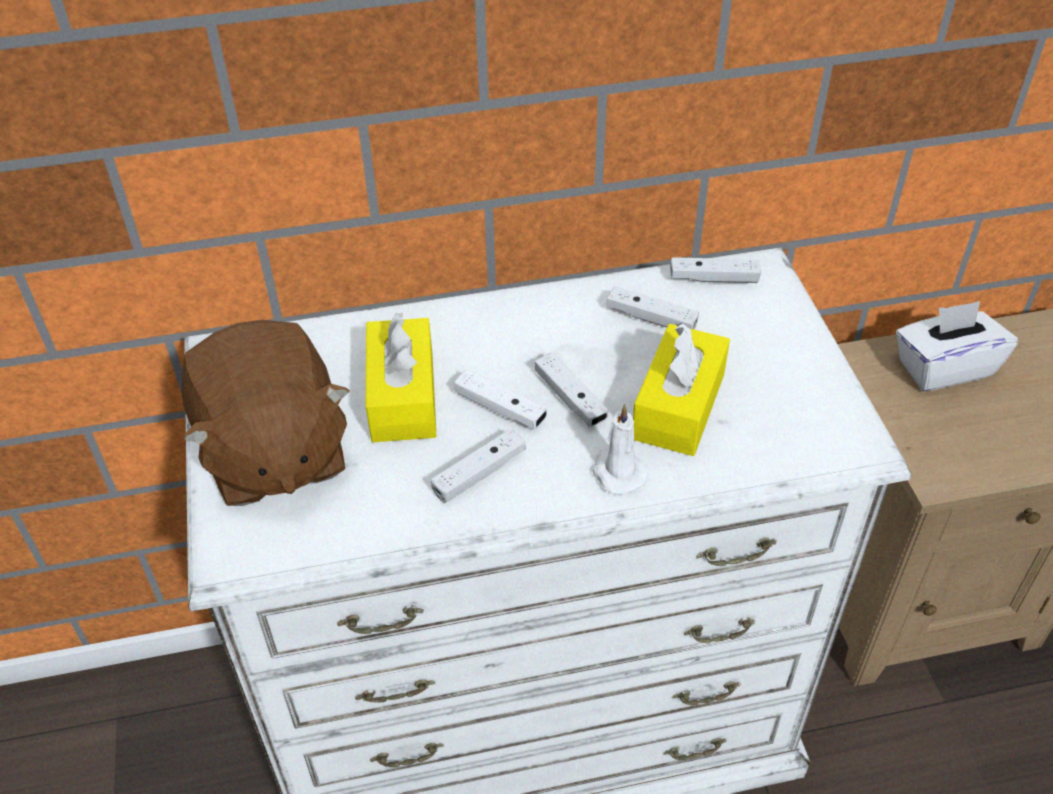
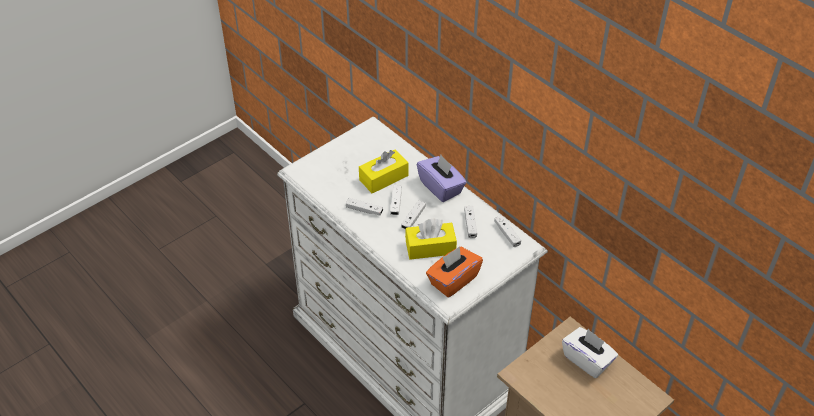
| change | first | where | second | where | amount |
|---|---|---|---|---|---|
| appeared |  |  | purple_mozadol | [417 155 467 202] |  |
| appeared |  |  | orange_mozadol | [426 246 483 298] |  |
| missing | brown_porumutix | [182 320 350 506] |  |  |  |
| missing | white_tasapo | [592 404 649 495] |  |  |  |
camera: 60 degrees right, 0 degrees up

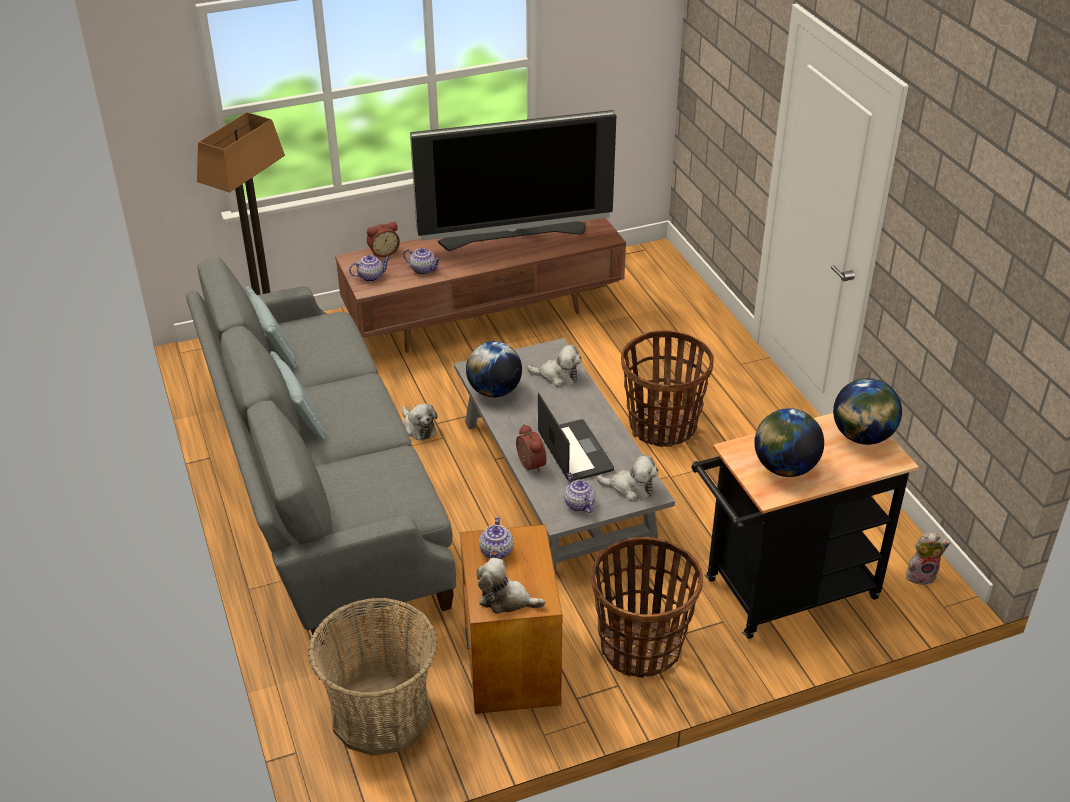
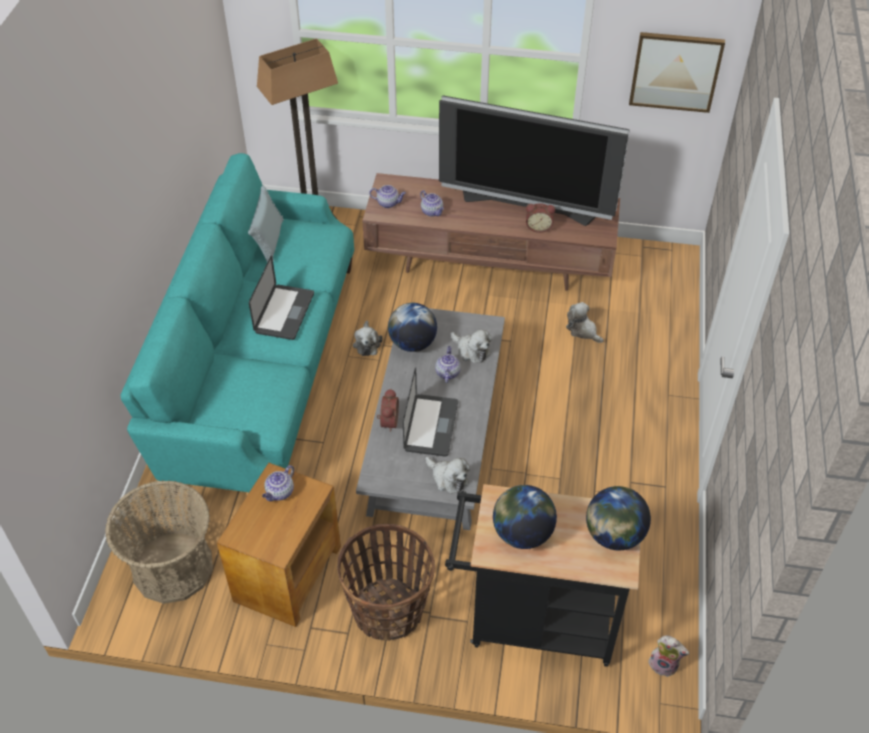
| change | first | where | second | where | amount |
|---|---|---|---|---|---|
| colour | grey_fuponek | [186 257 456 645] | turquoise_fuponek | [120 153 354 493] |  |
| appeared |  |  | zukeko | [249 255 314 340] |  |
| relocated | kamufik | [564 472 596 513] |  | [435 346 461 383] |  |
| relocated | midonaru | [367 222 400 257] |  | [526 203 555 233] |  |
| relocated | porumutix | [477 558 545 614] |  | [566 302 604 343] |  |
| appeared |  |  | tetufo | [629 32 725 113] |  |
| missing | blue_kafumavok | [270 351 327 441] |  |  |  |
| missing | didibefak | [621 330 714 447] |  |  |  |
camera: 30 degrees right, 10 degrees up

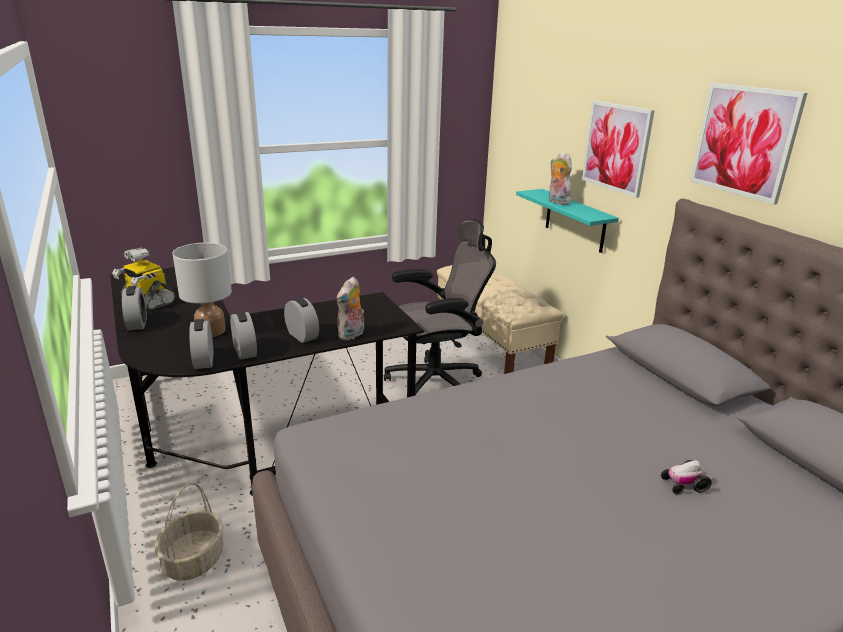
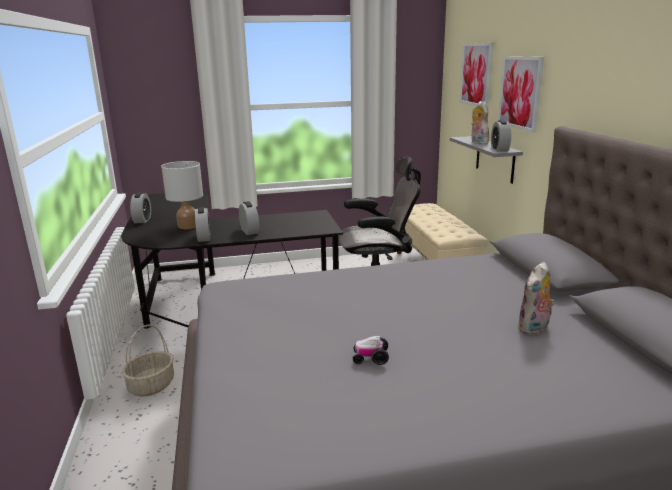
| change | first | where | second | where | amount |
|---|---|---|---|---|---|
| relocated | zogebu | [661 460 712 494] |  | [353 336 389 365] |  |
| colour | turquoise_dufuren | [516 189 619 253] | grey_dufuren | [450 136 523 184] |  |
| relocated | tetufo | [690 83 808 204] |  | [460 43 493 106] |  |
| relocated | midonaru | [189 319 214 369] |  | [491 120 511 152] |  |
| relocated | porumutix | [337 277 364 340] |  | [518 262 555 335] |  |
| missing | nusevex | [112 247 176 310] |  |  |  |
camera: 15 degrees right, 5 degrees down

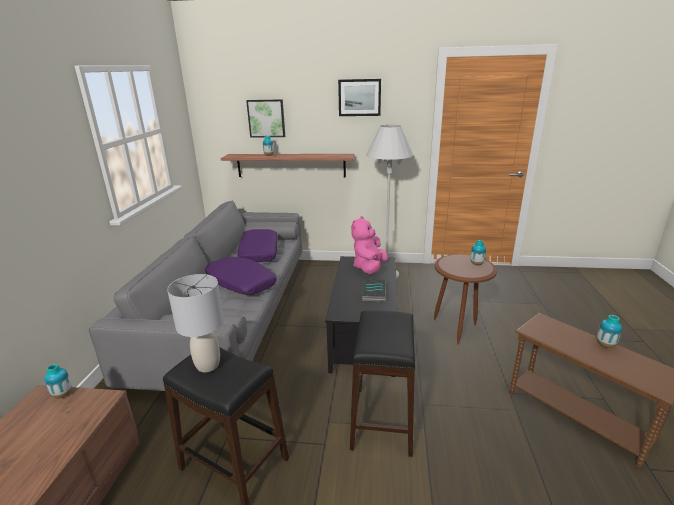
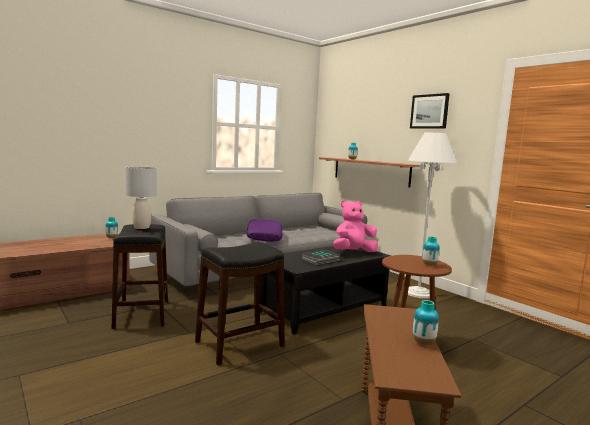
| change | first | where | second | where | amount |
|---|---|---|---|---|---|
| missing | purple_kafumavok | [237 229 278 262] |  |  |  |
| missing | tetufo | [246 99 285 137] |  |  |  |
camera: 45 degrees right, 15 degrees down

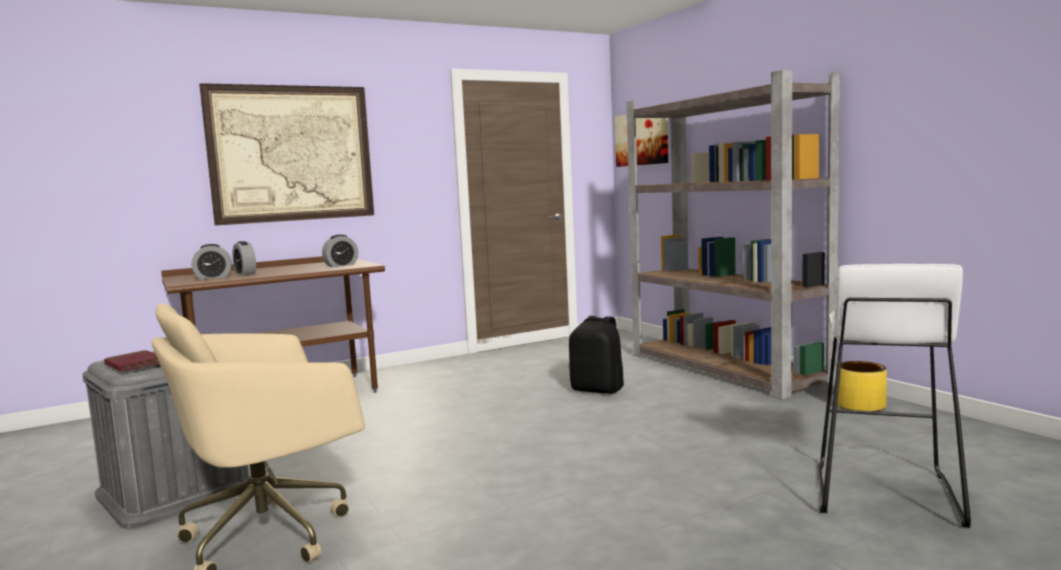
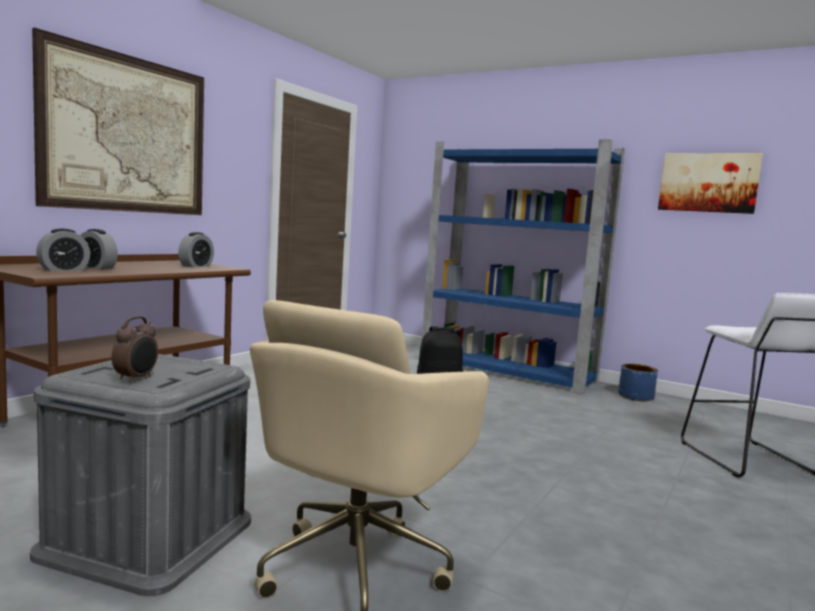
| change | first | where | second | where | amount |
|---|---|---|---|---|---|
| exchanged | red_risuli | [104 350 160 372] | midonaru | [111 316 158 383] |  |
| colour | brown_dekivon | [626 70 840 400] | blue_dekivon | [422 139 625 394] |  |
| colour | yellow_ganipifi | [836 361 887 412] | blue_ganipifi | [618 364 658 401] |  |
| relocated | tetufo | [615 115 668 167] |  | [658 153 763 214] |  |
camera: 30 degrees left, 0 degrees up

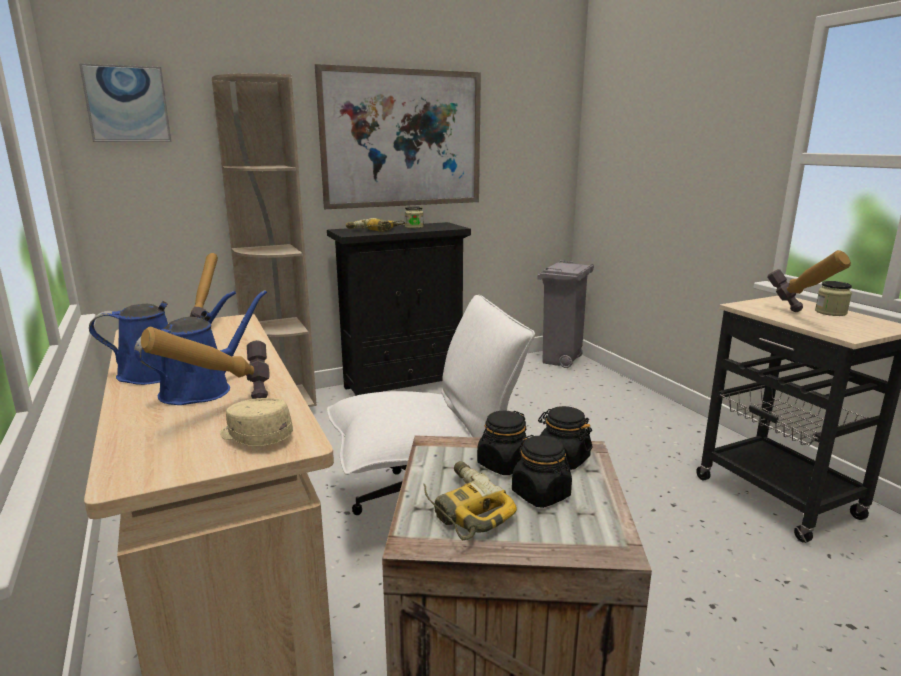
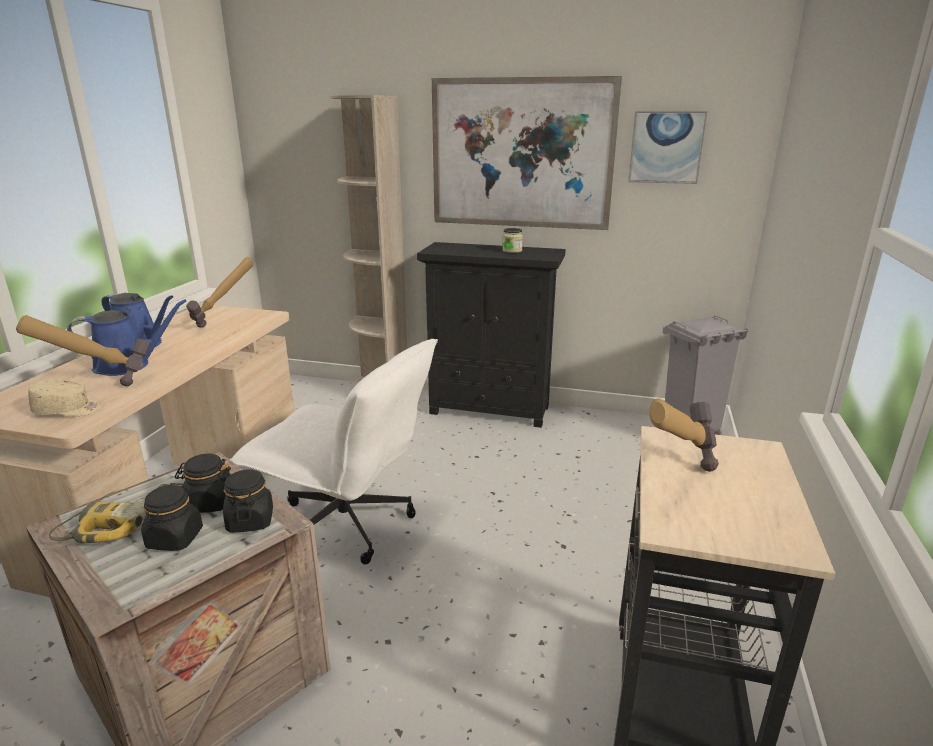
| change | first | where | second | where | amount |
|---|---|---|---|---|---|
| spun | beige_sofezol | [220 398 293 446] |  | [28 379 101 416] | 105 degrees clockwise |
| relocated | tetufo | [79 63 172 142] |  | [628 111 707 184] |  |
| missing | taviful | [346 218 405 232] |  |  |  |
| missing | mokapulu | [815 281 852 316] |  |  |  |
camera: 40 degrees right, 5 degrees up

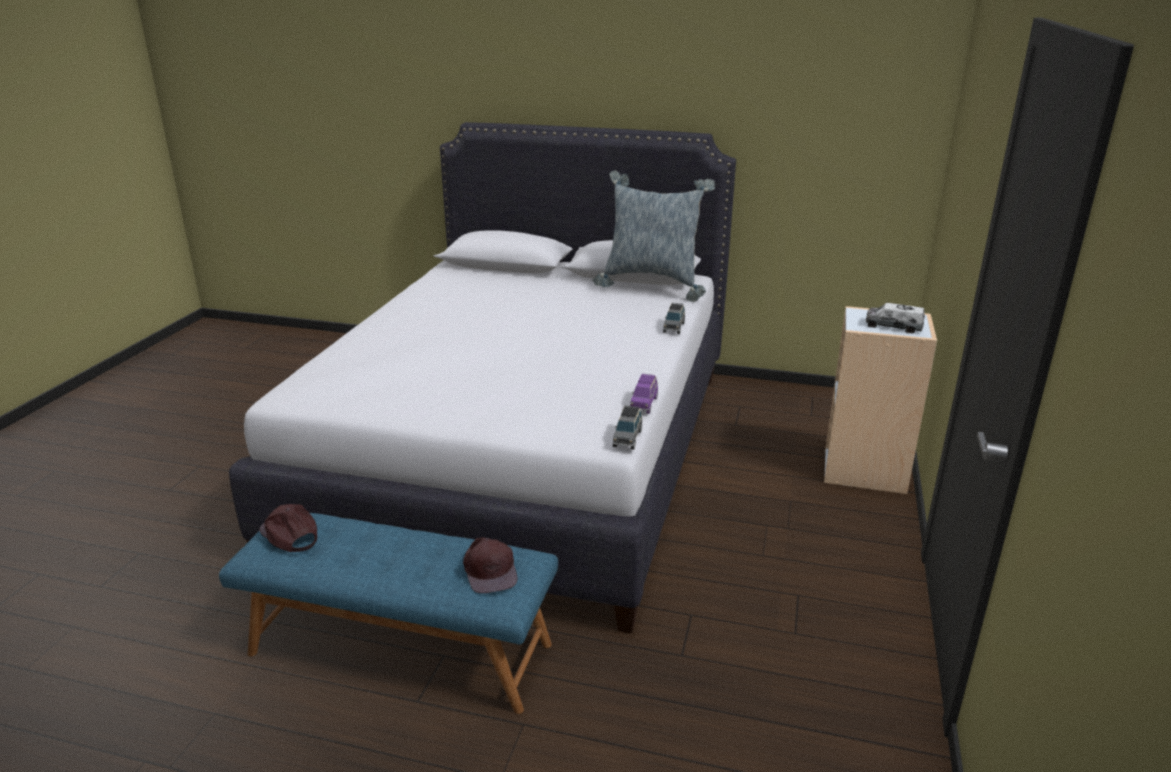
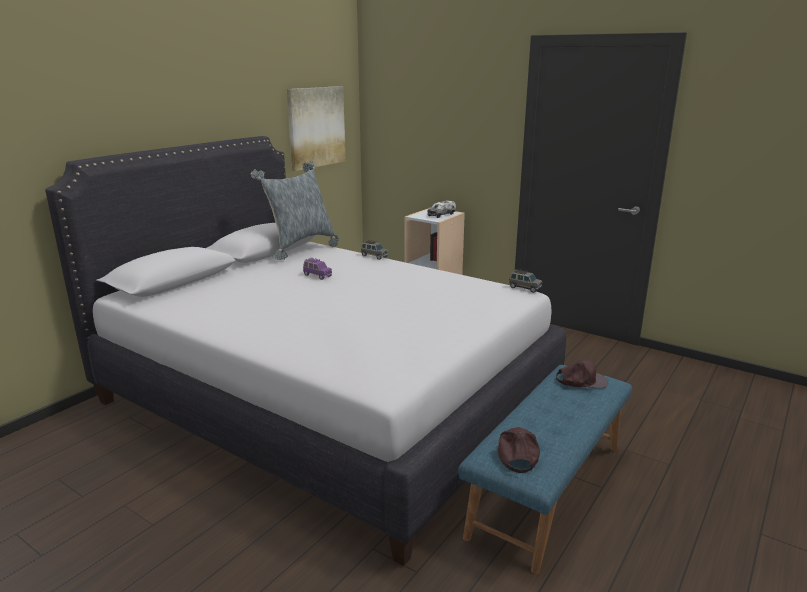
| change | first | where | second | where | amount |
|---|---|---|---|---|---|
| appeared |  |  | tetufo | [287 86 346 171] |  |
| relocated | purple_zogebu | [630 374 658 414] |  | [303 258 332 280] |  |
| spun | brown_sofezol | [259 504 317 552] |  | [498 427 540 473] | 120 degrees clockwise |
camera: 70 degrees left, 5 degrees down

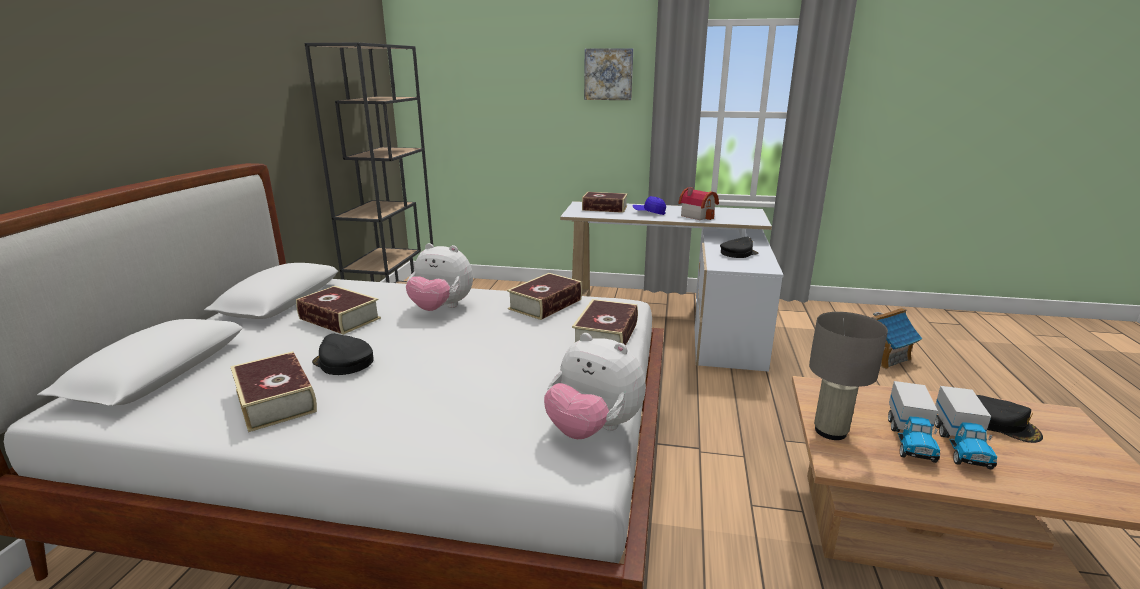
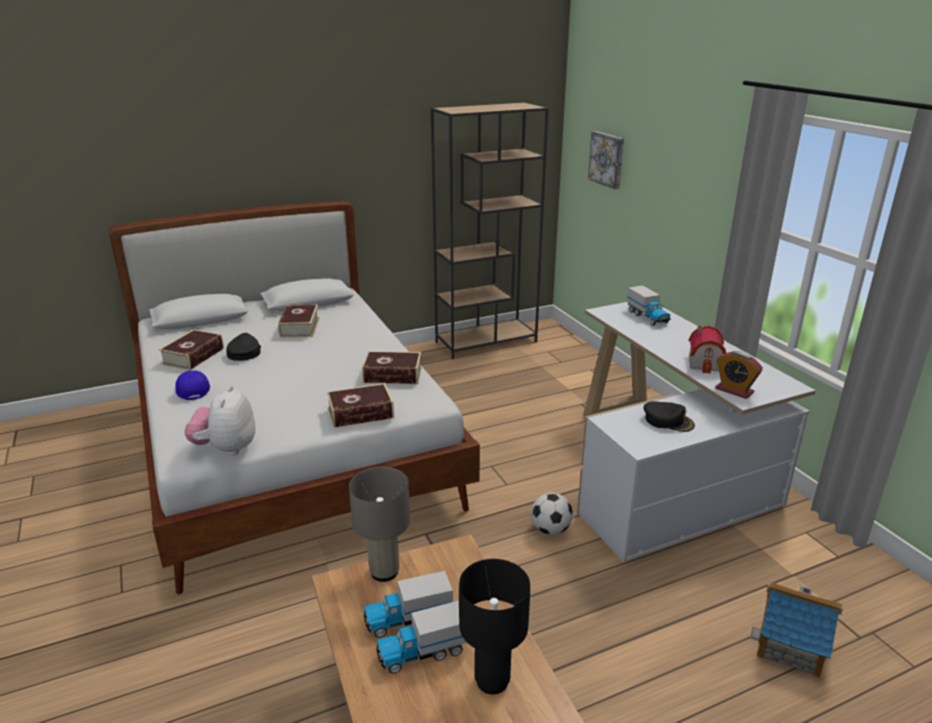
| change | first | where | second | where | amount |
|---|---|---|---|---|---|
| relocated | blue_sofezol | [632 196 666 215] |  | [175 370 210 400] |  |
| exchanged | black_sofezol | [977 395 1043 443] | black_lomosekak | [459 559 530 694] |  |
| appeared |  |  | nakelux | [531 493 573 535] |  |
| relocated | tetufo | [584 48 633 100] |  | [588 131 624 189] |  |
| exchanged | risuli | [582 192 628 213] | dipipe | [627 285 670 326] |  |
| appeared |  |  | midonaru | [715 351 763 399] |  |
| missing | porumutix | [406 243 473 311] |  |  |  |
camera: 55 degrees right, 5 degrees up

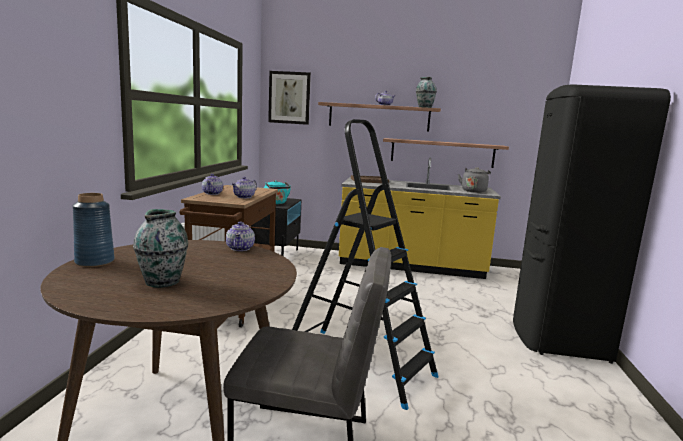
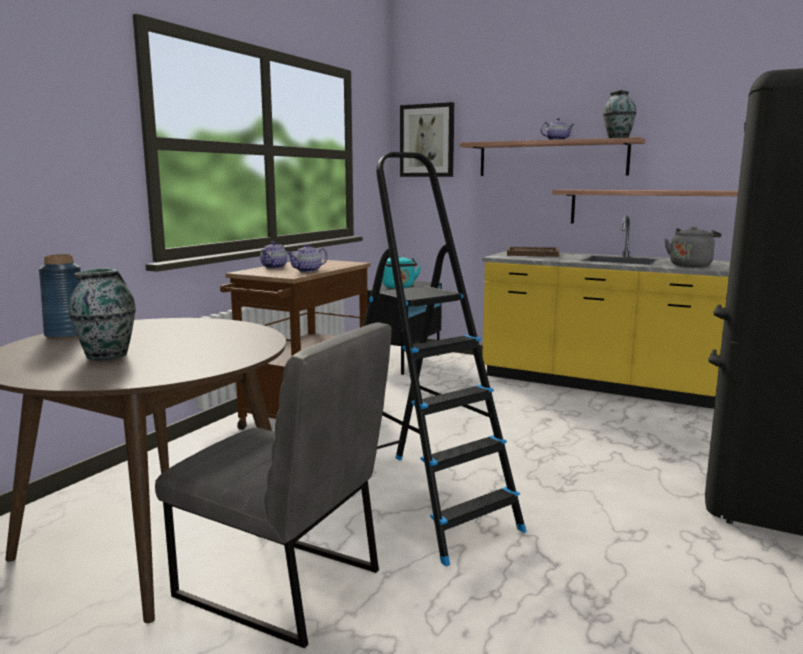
| change | first | where | second | where | amount |
|---|---|---|---|---|---|
| missing | kamufik | [226 221 255 251] |  |  |  |
camera: 20 degrees right, 0 degrees up

